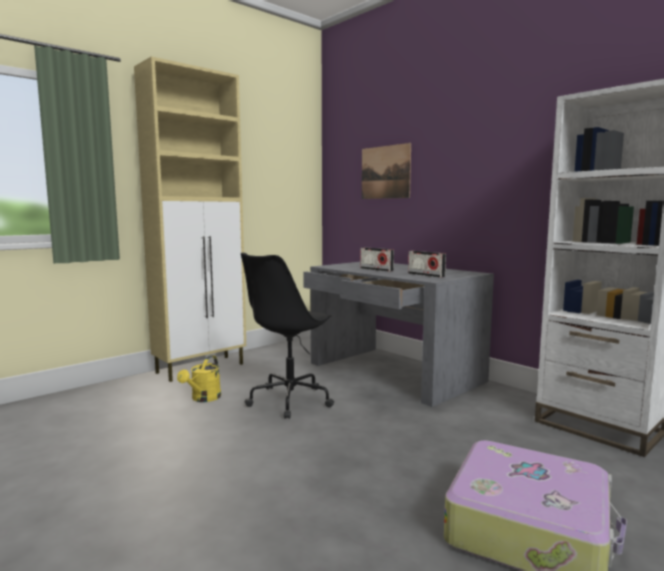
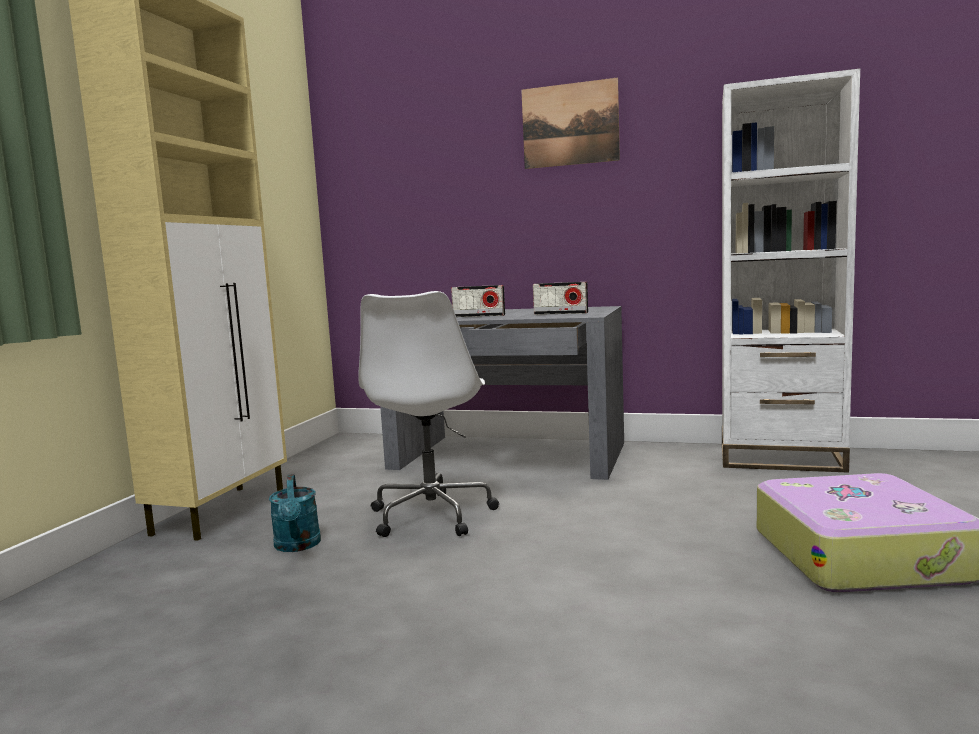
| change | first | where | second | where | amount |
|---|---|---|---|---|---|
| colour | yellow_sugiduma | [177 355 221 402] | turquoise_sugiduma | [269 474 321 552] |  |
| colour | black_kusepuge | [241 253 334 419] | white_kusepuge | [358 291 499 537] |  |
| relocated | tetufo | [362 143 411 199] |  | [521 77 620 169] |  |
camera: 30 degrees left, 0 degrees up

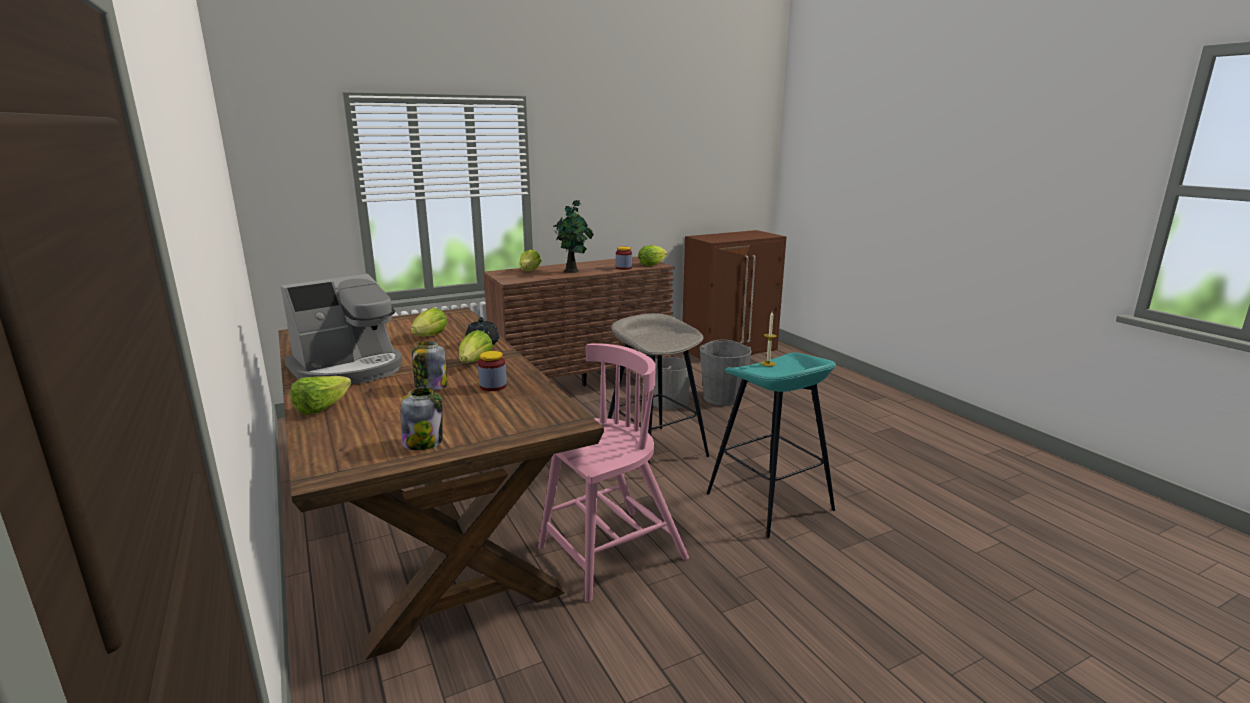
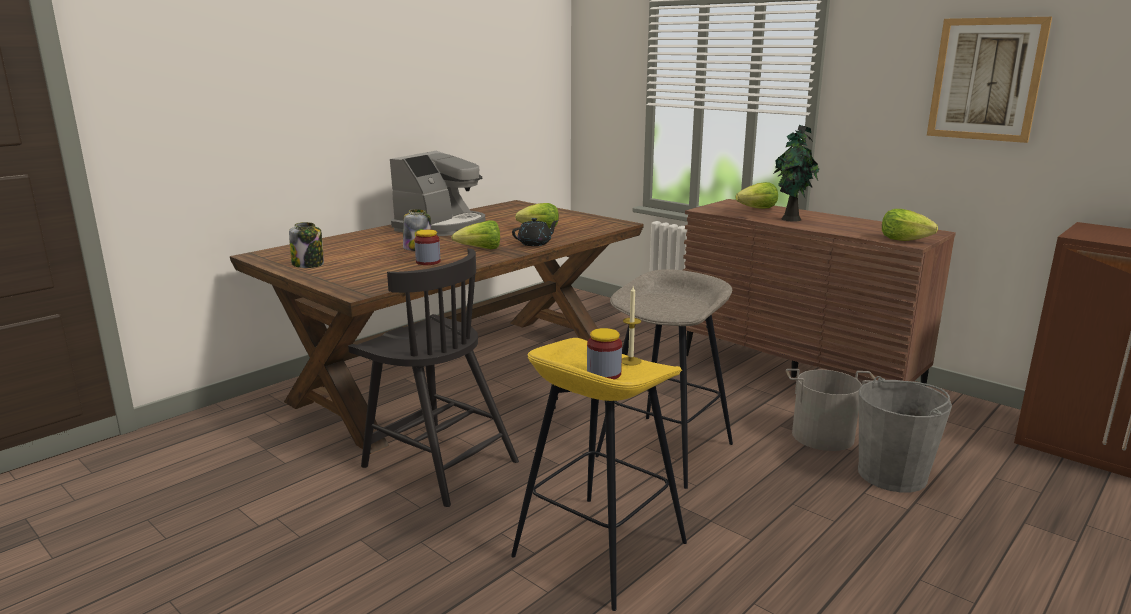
| change | first | where | second | where | amount |
|---|---|---|---|---|---|
| colour | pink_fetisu | [538 343 689 602] | black_fetisu | [348 248 519 507] |  |
| spun | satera | [280 274 402 385] |  | [390 151 485 236] | 90 degrees counterclockwise |
| colour | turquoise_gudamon | [707 352 836 538] | yellow_gudamon | [511 338 687 611] |  |
| relocated | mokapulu | [616 247 632 270] |  | [587 328 622 380] |  |
| appeared |  |  | tetufo | [927 17 1052 143] |  |
| missing | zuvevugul | [290 376 351 415] |  |  |  |
camera: 70 degrees right, 0 degrees up

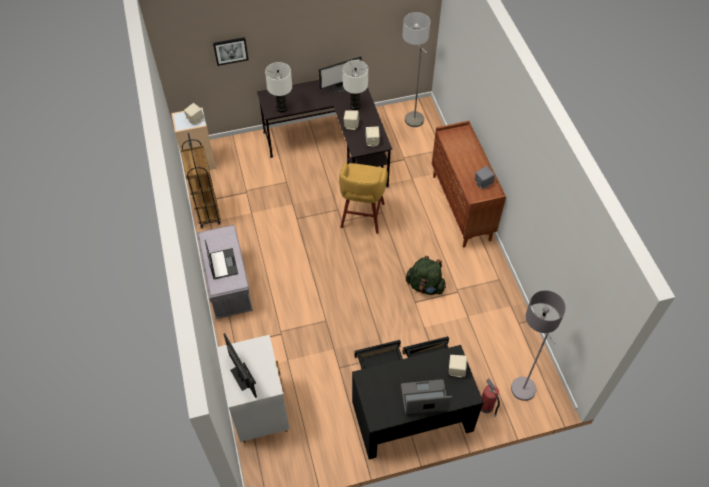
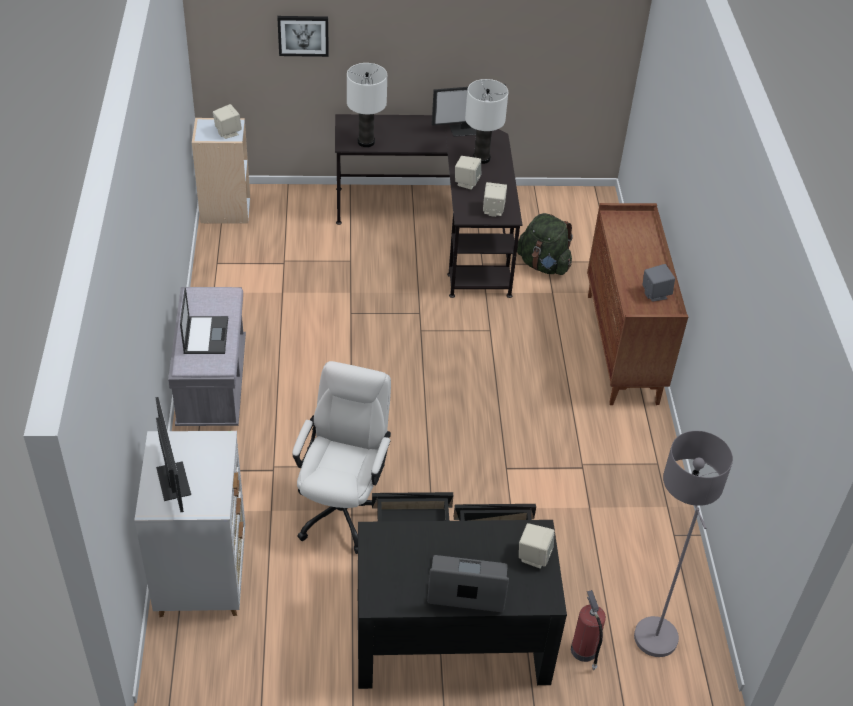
| change | first | where | second | where | amount |
|---|---|---|---|---|---|
| appeared |  |  | white_kusepuge | [292 361 391 554] |  |
| relocated | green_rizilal | [406 256 446 295] |  | [517 213 573 275] |  |
| missing | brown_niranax | [181 133 221 228] |  |  |  |
| missing | yellow_gudamon | [339 163 388 234] |  |  |  |
| missing | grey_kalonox | [403 12 430 127] |  |  |  |
camera: 10 degrees right, 10 degrees down

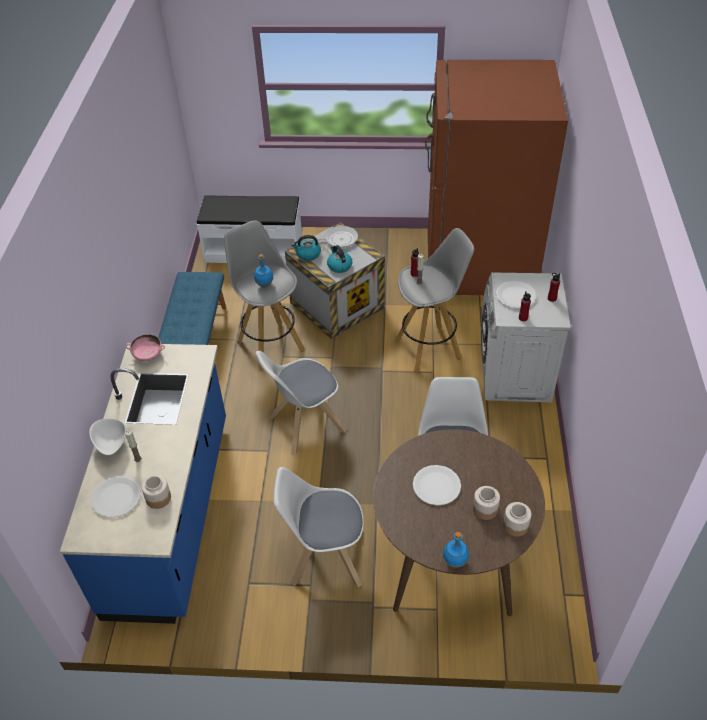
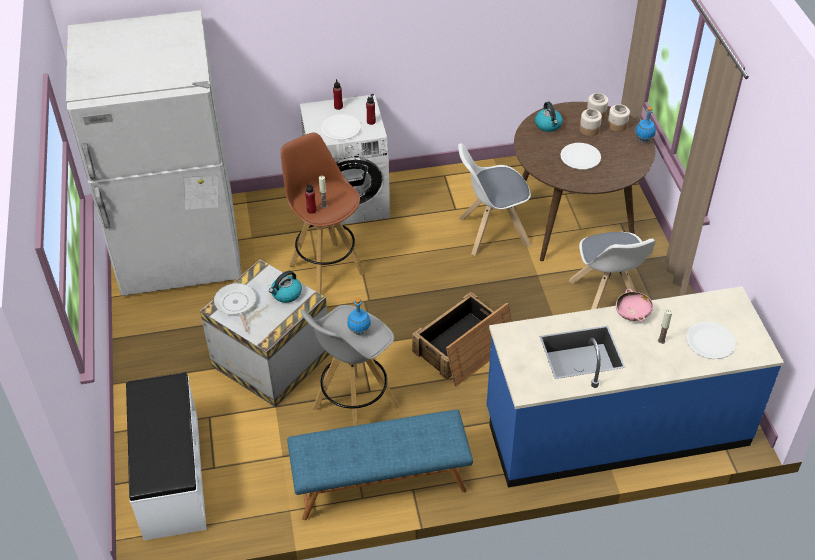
| change | first | where | second | where | amount |
|---|---|---|---|---|---|
| colour | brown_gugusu | [425 60 568 295] | white_gugusu | [66 10 241 296] |  |
| colour | grey_gudamon | [395 228 474 373] | brown_gudamon | [280 133 365 294] |  |
| exchanged | fetisu | [256 351 347 455] | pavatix | [412 292 511 387] |  |
| relocated | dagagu | [292 235 321 261] |  | [535 102 563 132] |  |
| relocated | mokapulu | [141 475 171 509] |  | [607 104 630 132] |  |
| relocated | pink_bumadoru | [126 334 165 361] |  | [616 288 653 321] |  |
| missing | white_bumadoru | [89 418 126 455] |  |  |  |
camera: 105 degrees left, 0 degrees up

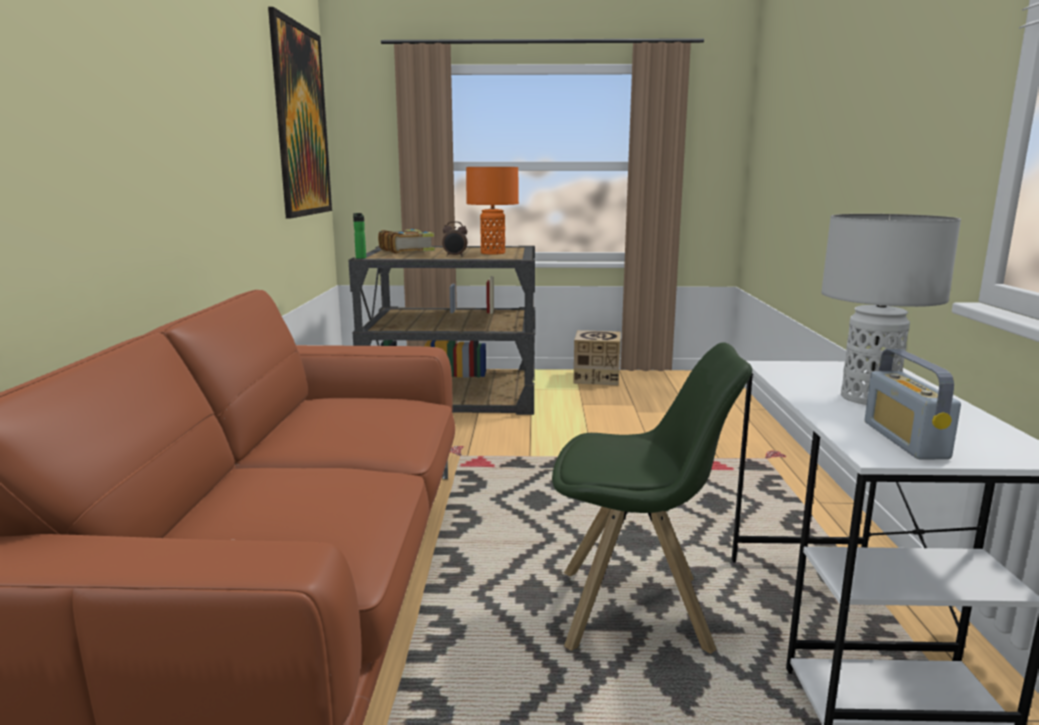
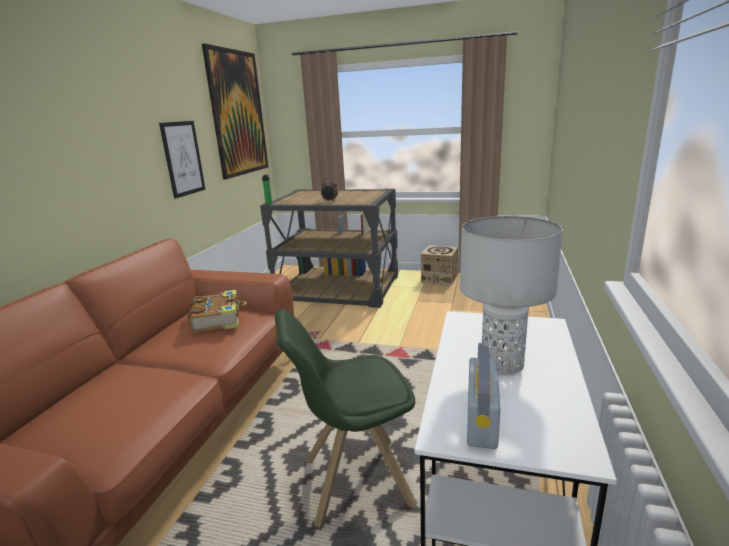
| change | first | where | second | where | amount |
|---|---|---|---|---|---|
| appeared |  |  | tetufo | [159 121 206 199] |  |
| relocated | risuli | [378 229 435 253] |  | [188 290 247 333] |  |
| spun | green_fetisu | [552 342 752 654] |  | [275 309 417 528] | 150 degrees clockwise |
| missing | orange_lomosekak | [466 167 519 255] |  |  |  |
camera: 15 degrees right, 5 degrees up

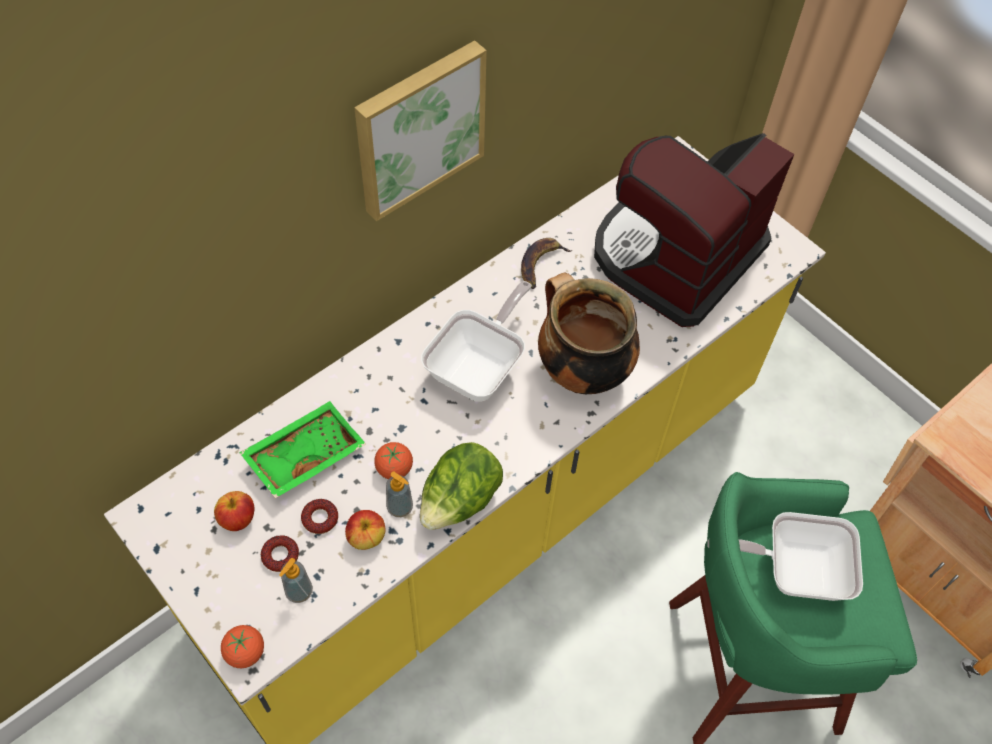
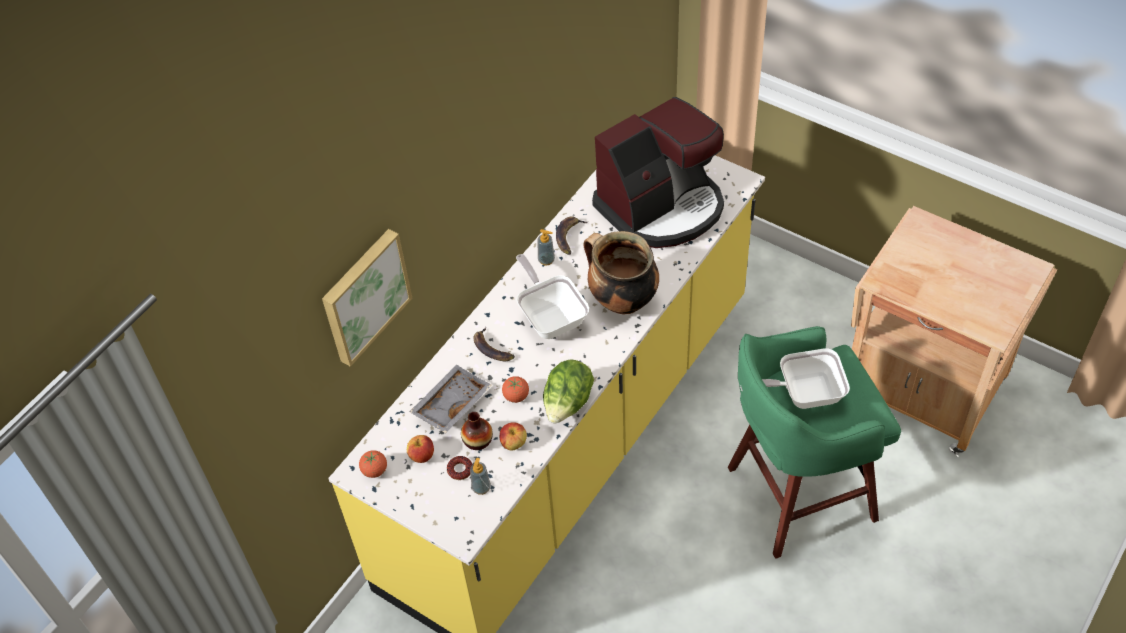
| change | first | where | second | where | amount |
|---|---|---|---|---|---|
| relocated | tetufo | [354 40 487 221] |  | [322 229 412 367] |  |
| relocated | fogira | [221 625 264 668] |  | [359 450 387 478] |  |
| colour | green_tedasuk | [240 401 366 498] | grey_tedasuk | [410 365 492 433] |  |
| exchanged | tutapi | [301 499 338 534] | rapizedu | [461 412 493 450] |  |
| appeared |  |  | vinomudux | [474 327 515 361] |  |
| spun | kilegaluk | [421 281 532 402] |  | [516 254 589 339] | 45 degrees counterclockwise |
| relocated | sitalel | [386 472 413 517] |  | [538 229 555 266] |  |
| spun | satera | [594 133 794 327] |  | [592 97 724 248] | 150 degrees counterclockwise |
camera: 10 degrees left, 5 degrees down

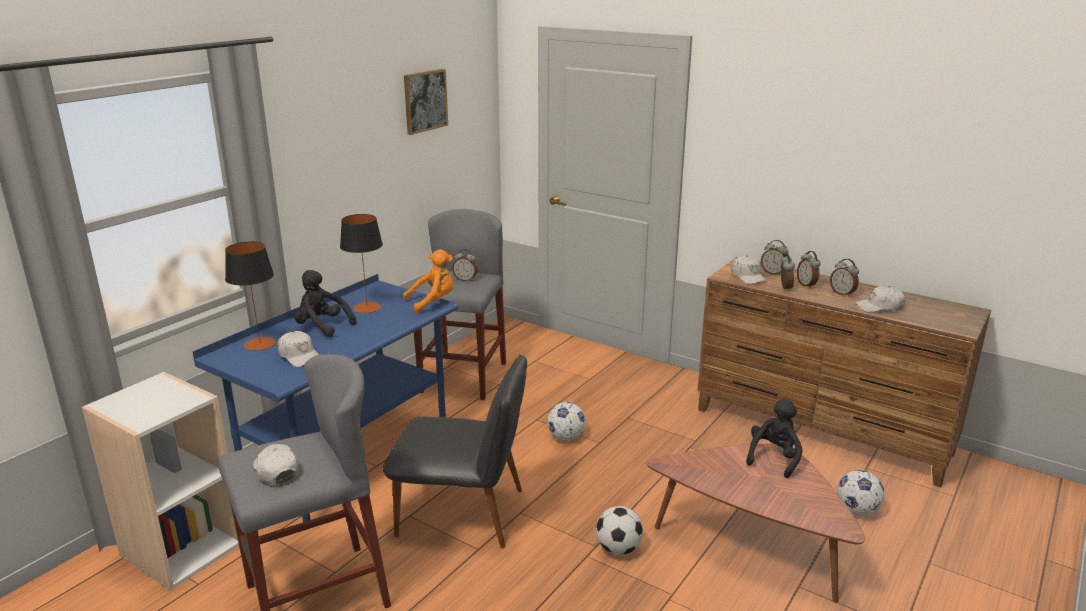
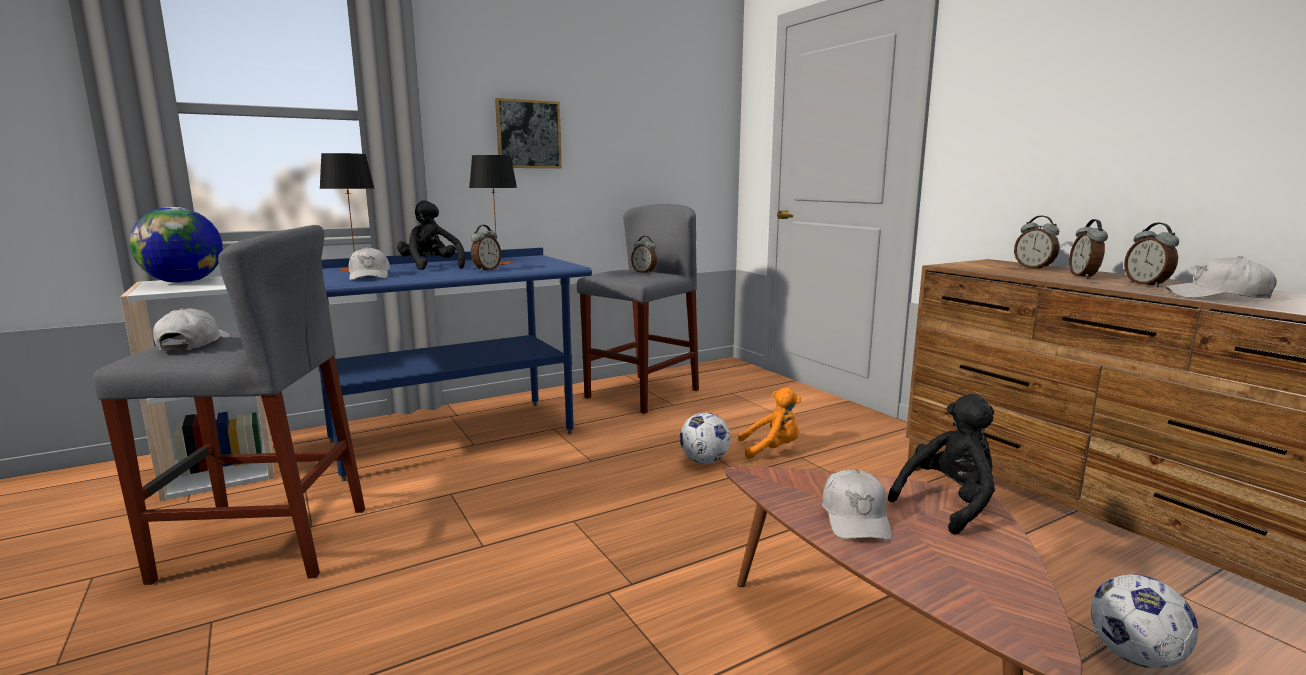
| change | first | where | second | where | amount |
|---|---|---|---|---|---|
| appeared |  |  | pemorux | [129 207 223 283] |  |
| relocated | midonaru | [780 253 795 291] |  | [471 225 501 272] |  |
| relocated | tetufo | [404 69 448 135] |  | [495 98 562 168] |  |
| relocated | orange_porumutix | [403 249 454 313] |  | [738 388 801 459] |  |
| relocated | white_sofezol | [731 256 767 285] |  | [822 470 892 540] |  |
| missing | black_fetisu | [383 355 527 548] |  |  |  |
| missing | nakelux | [596 506 643 555] |  |  |  |
camera: 25 degrees right, 10 degrees down

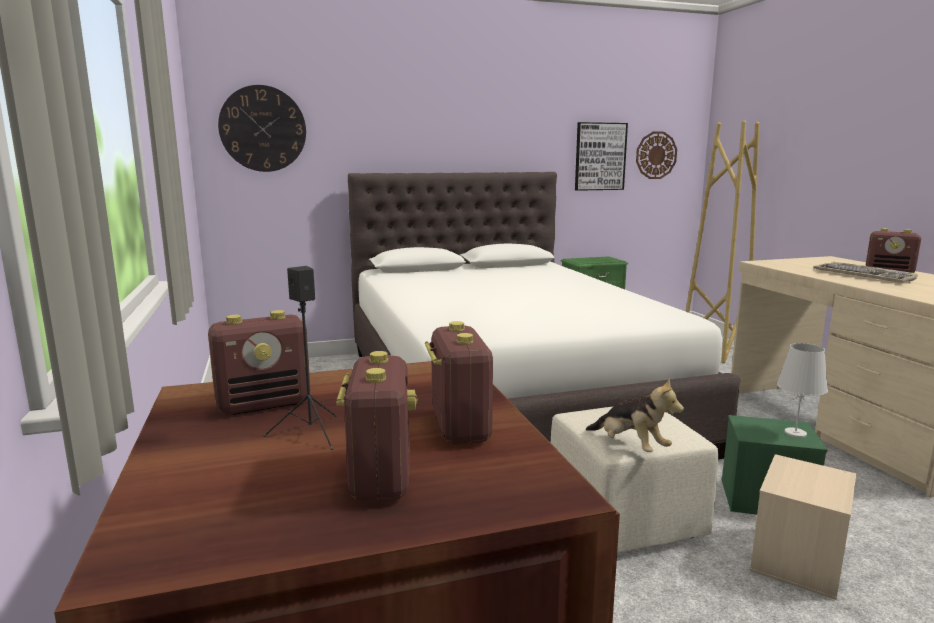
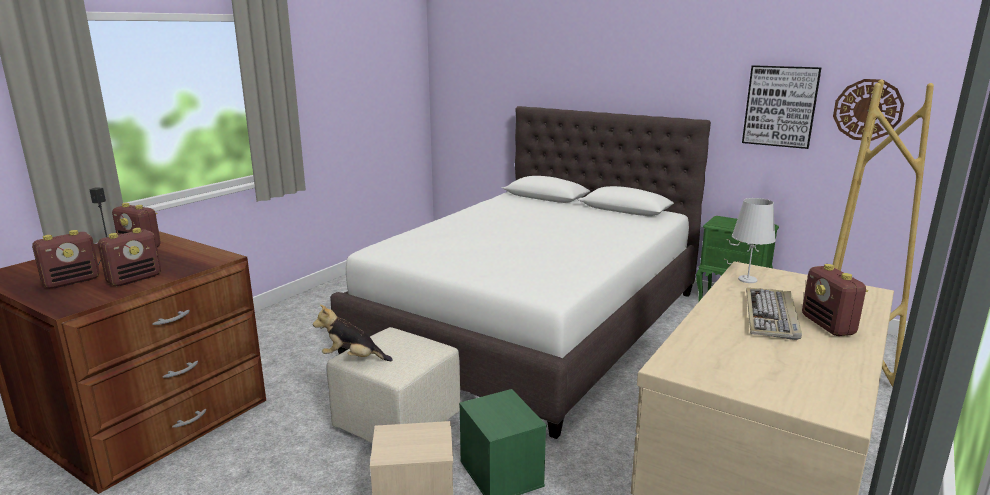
| change | first | where | second | where | amount |
|---|---|---|---|---|---|
| spun | porumutix | [586 378 684 452] |  | [313 304 392 361] | 90 degrees clockwise |
| relocated | white_lomosekak | [777 343 828 438] |  | [732 198 776 283] |  |
| missing | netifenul | [218 85 306 172] |  |  |  |
camera: 50 degrees right, 5 degrees up

